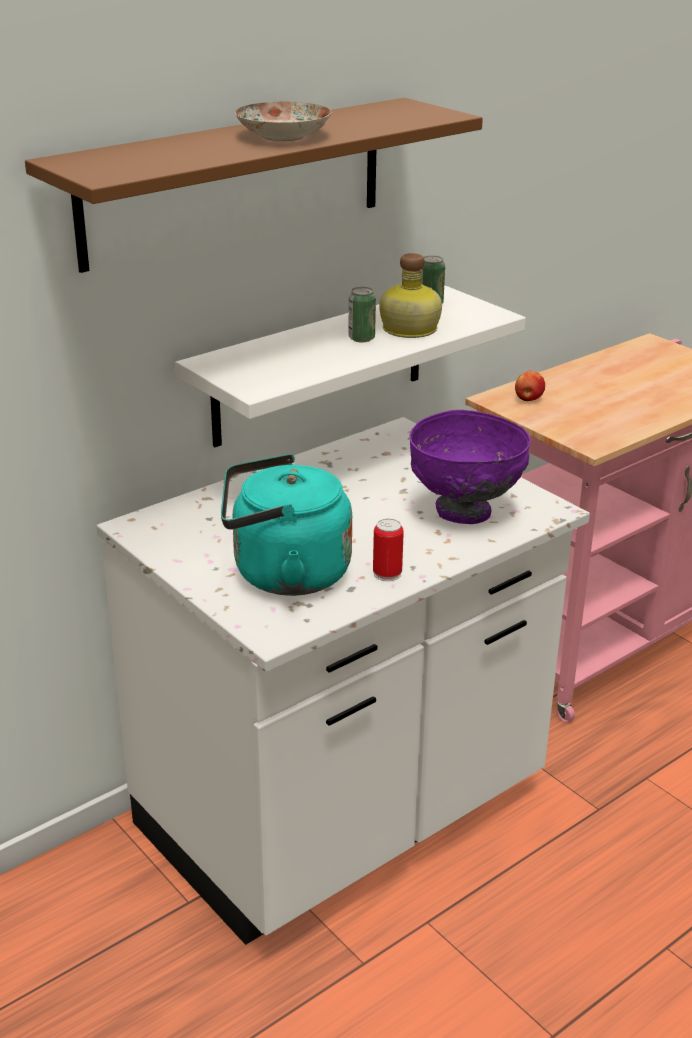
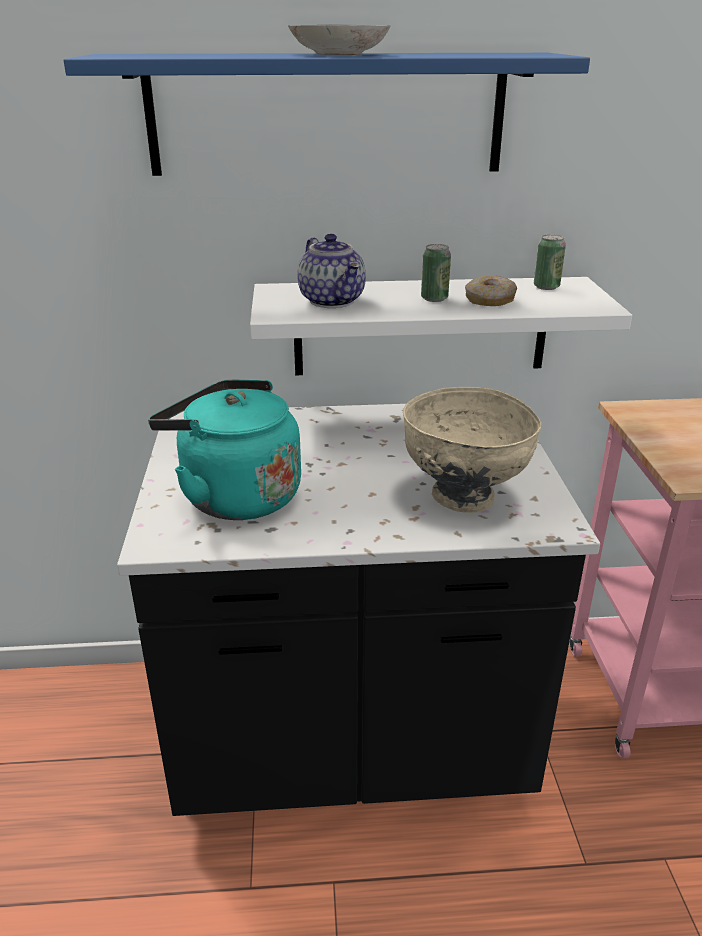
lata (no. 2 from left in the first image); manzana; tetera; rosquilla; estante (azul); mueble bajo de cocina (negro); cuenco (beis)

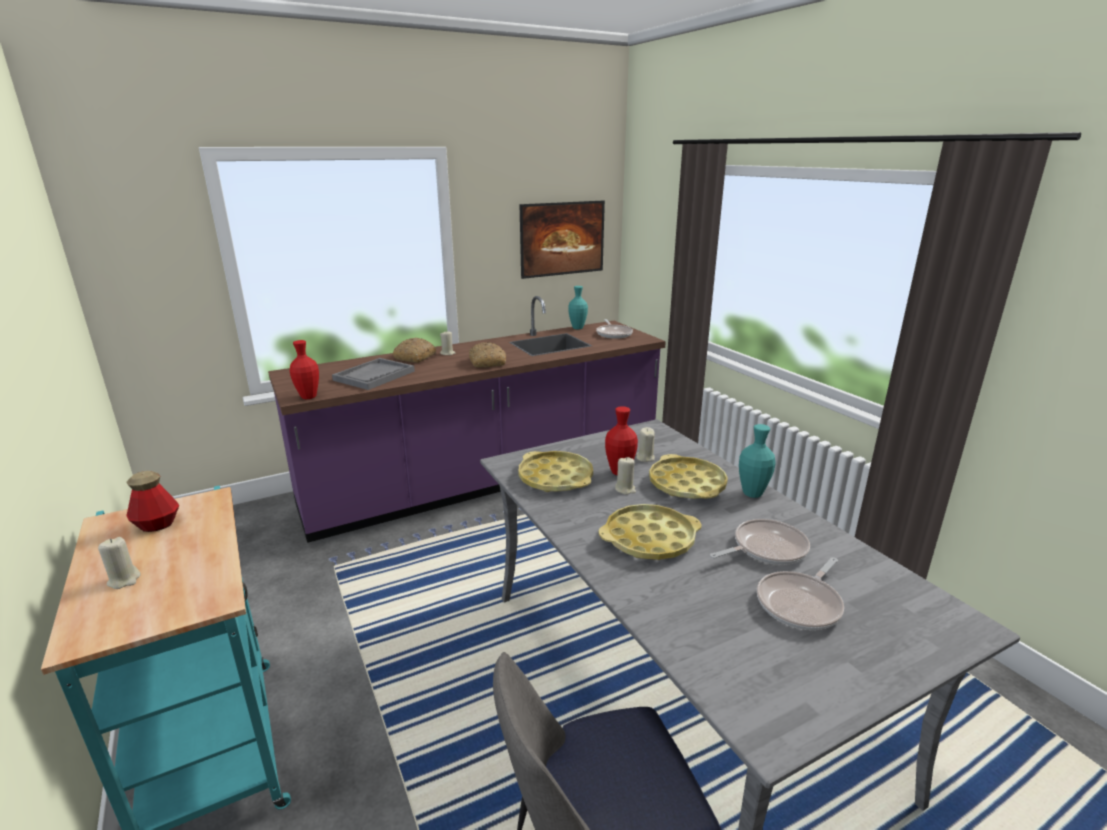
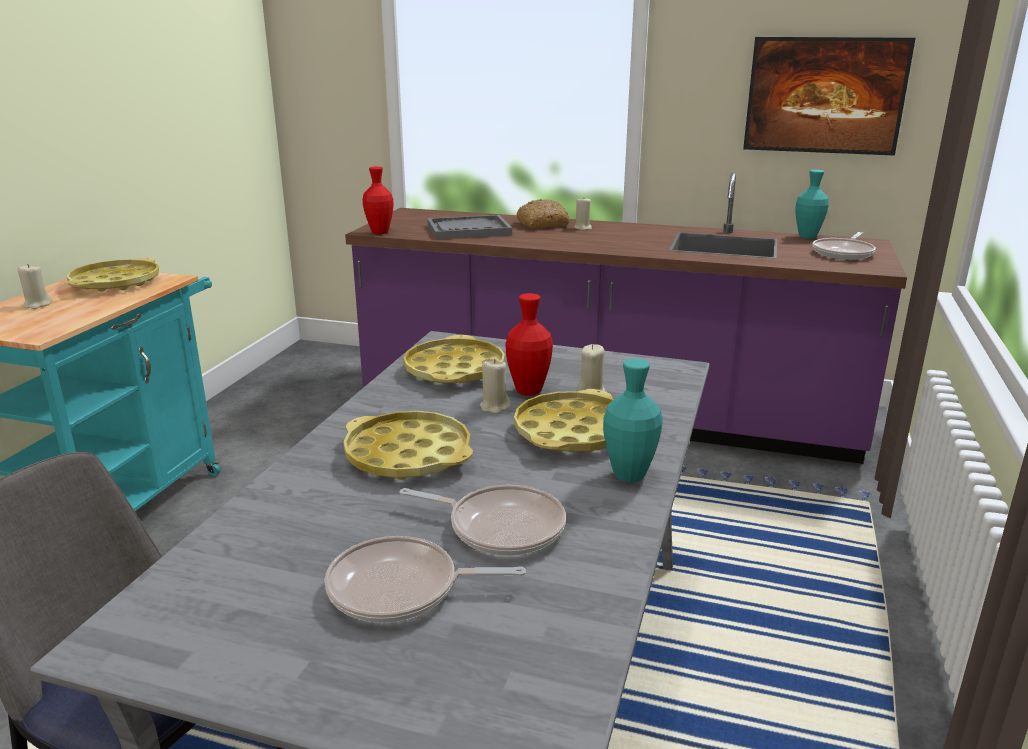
pan (no. 2 from left in the first image); bandeja (amarillo) (no. 1 from left)

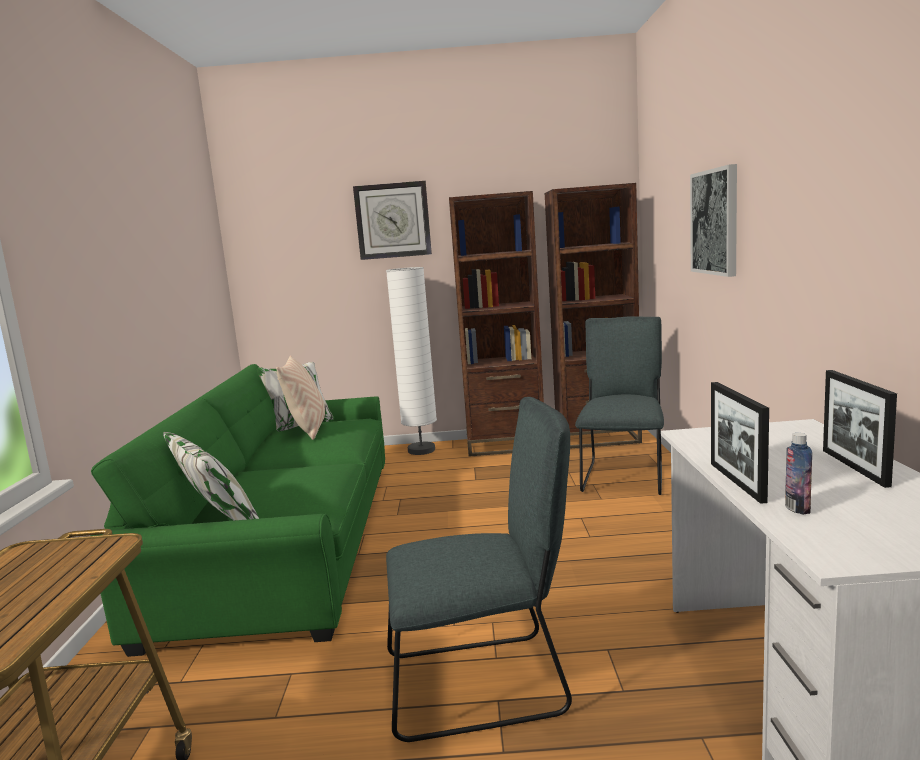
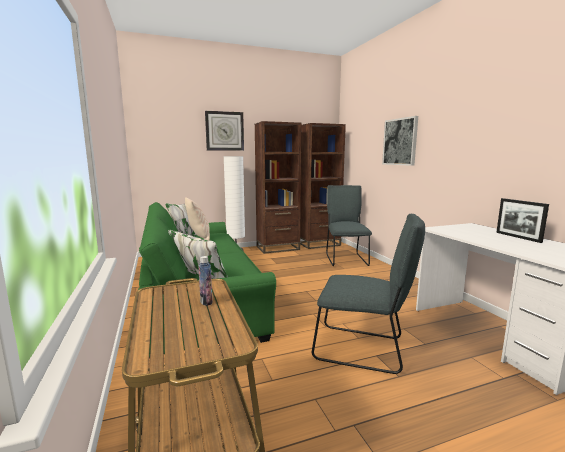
portarretratos (no. 1 from left in the first image); botella; silla (gris) (no. 2 from left)

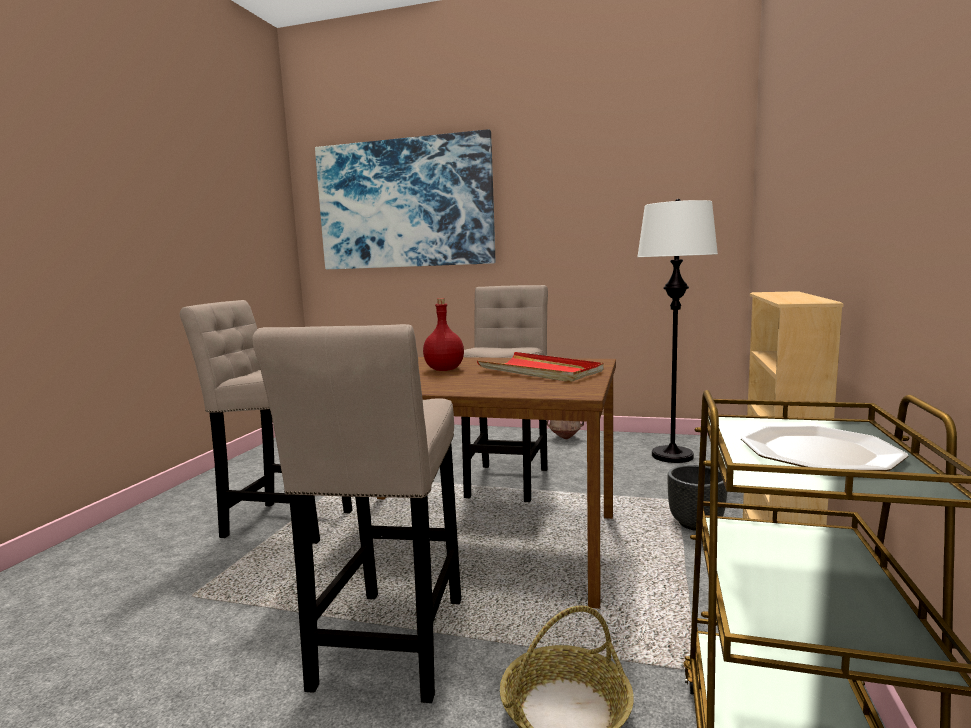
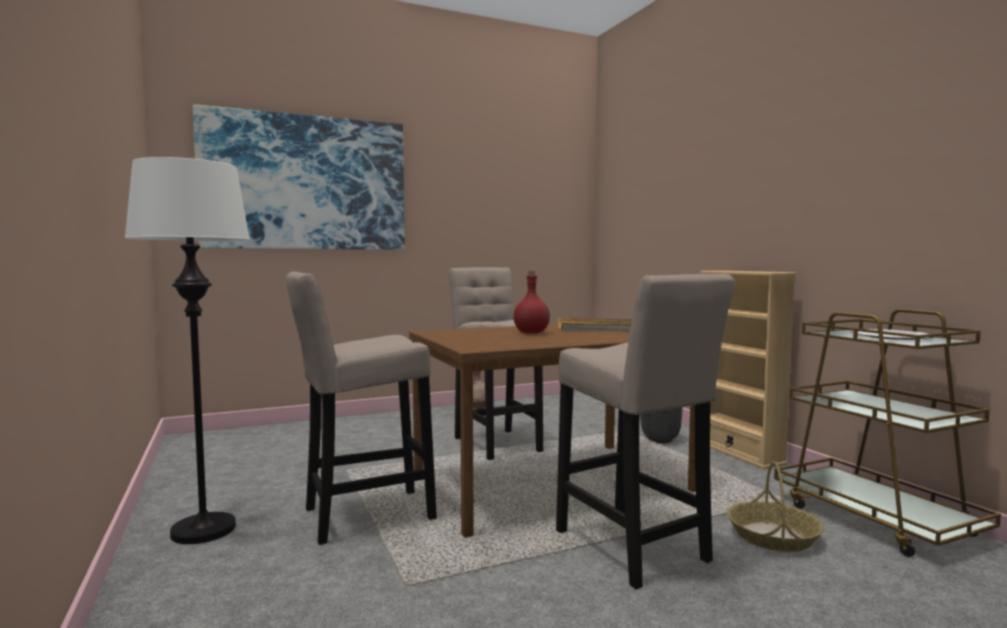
lámpara de pie (blanco); bandeja (beis)

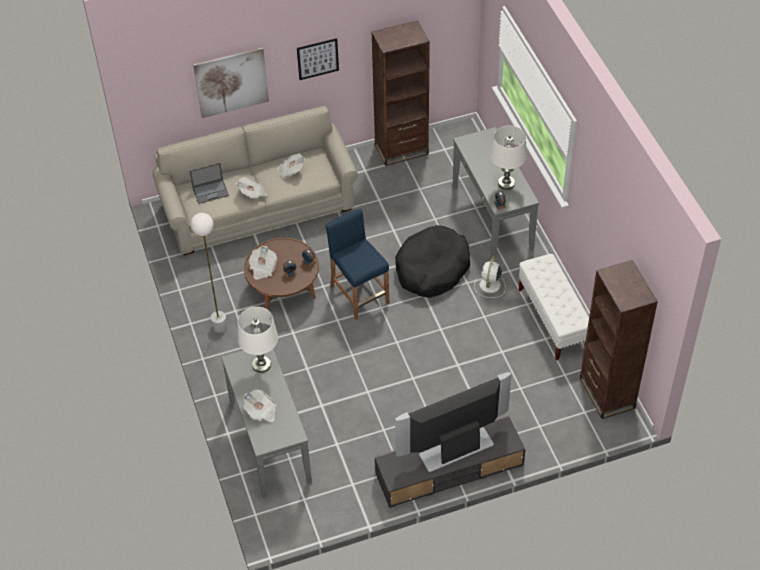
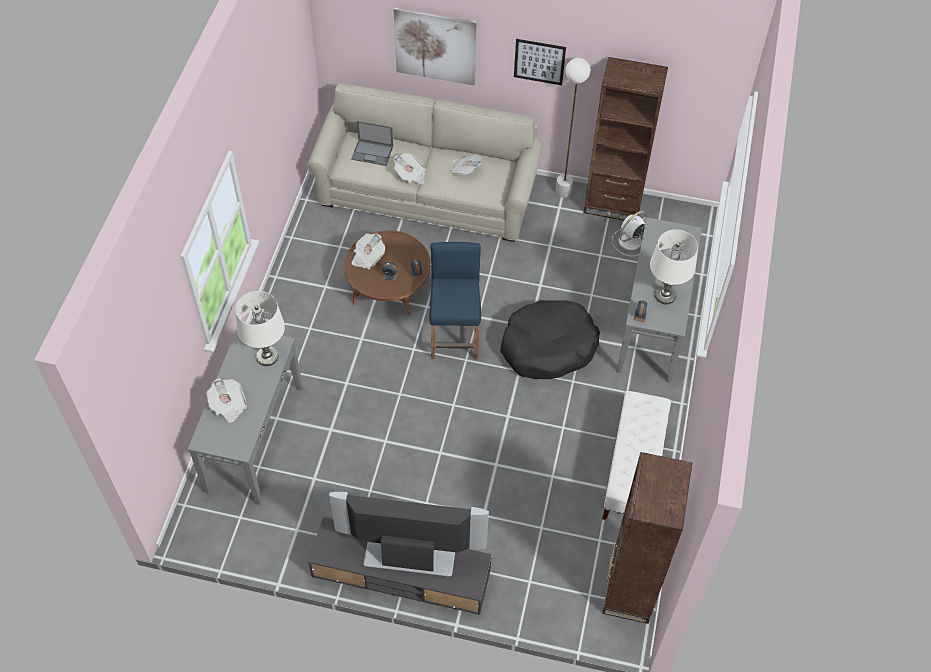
lámpara de pie (blanco); ventilador (blanco)

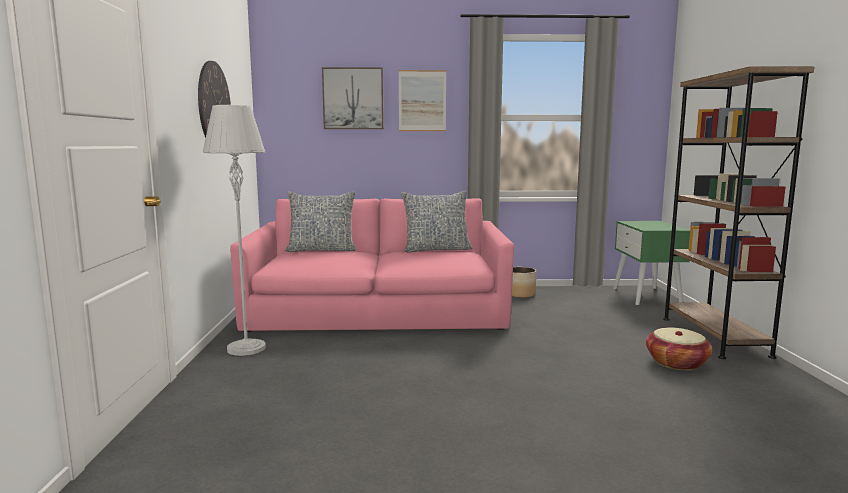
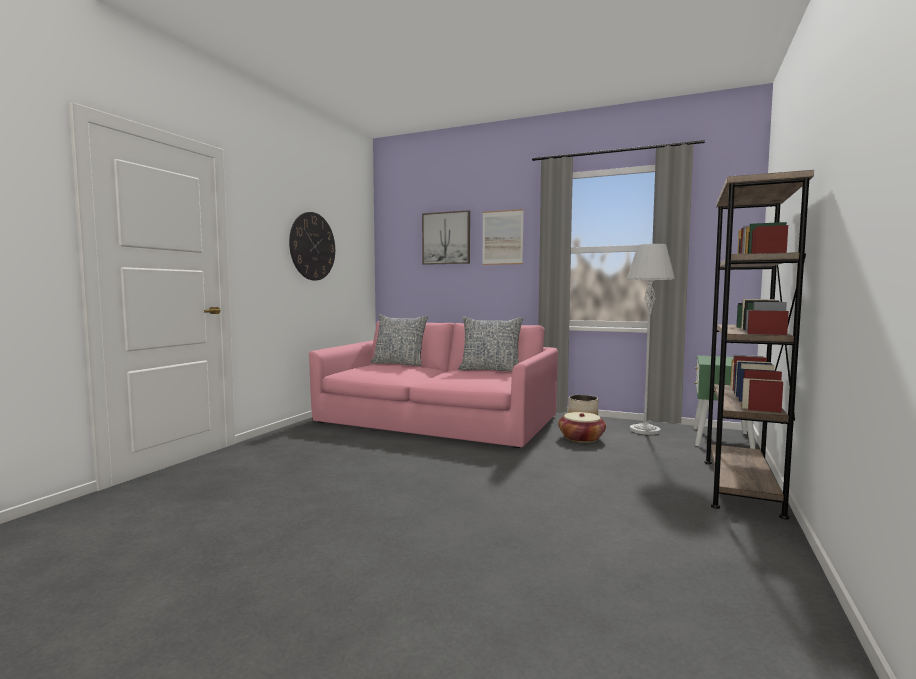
lámpara de pie (gris); cesta

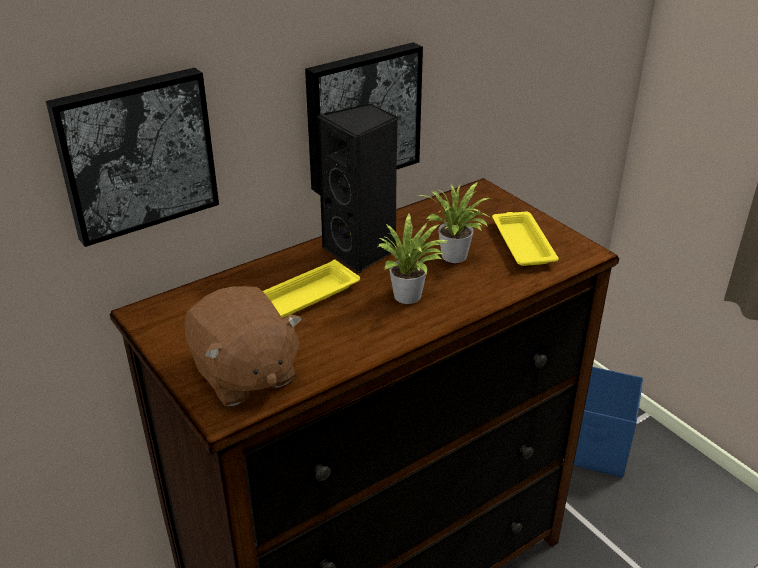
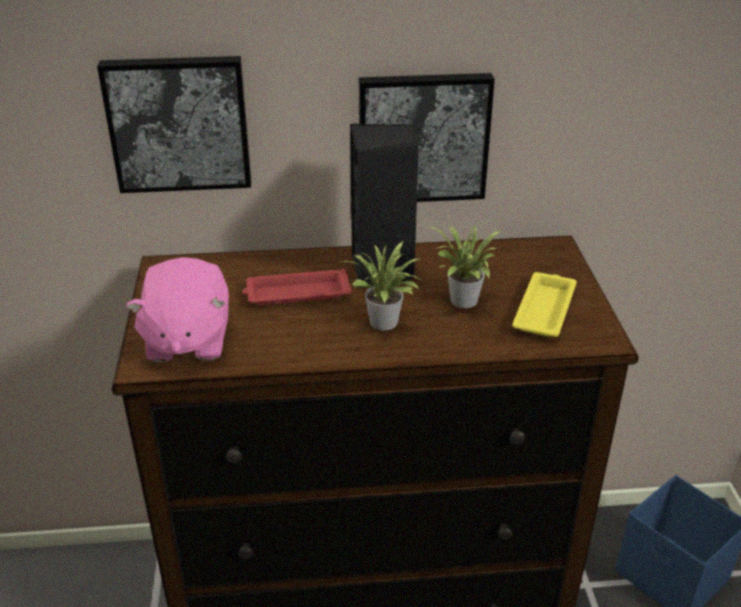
peluche (rosa); bandeja (rojo)

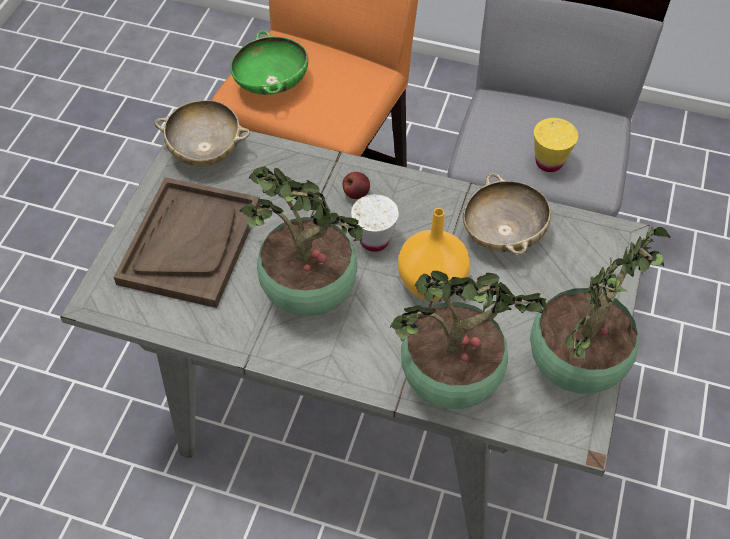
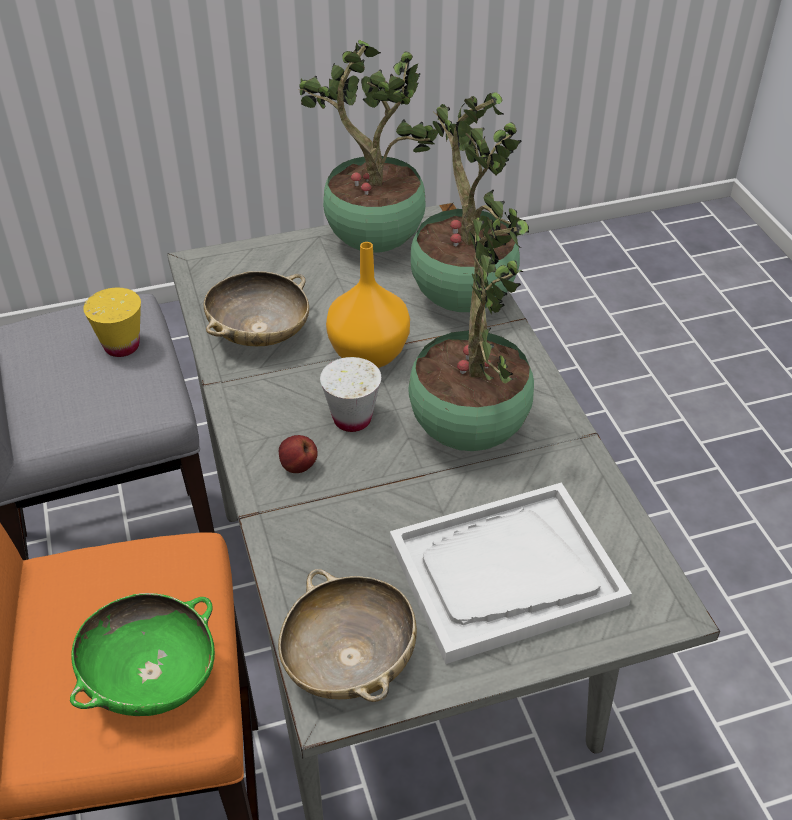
bandeja (blanco)

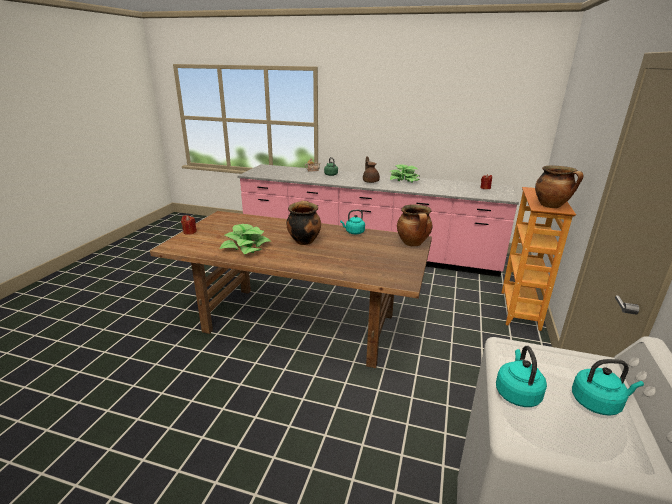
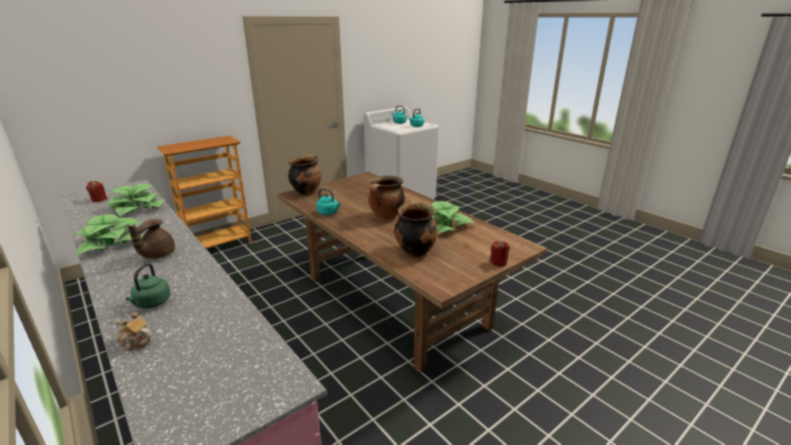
planta en maceta (no. 2 from left); olla (no. 3 from left)

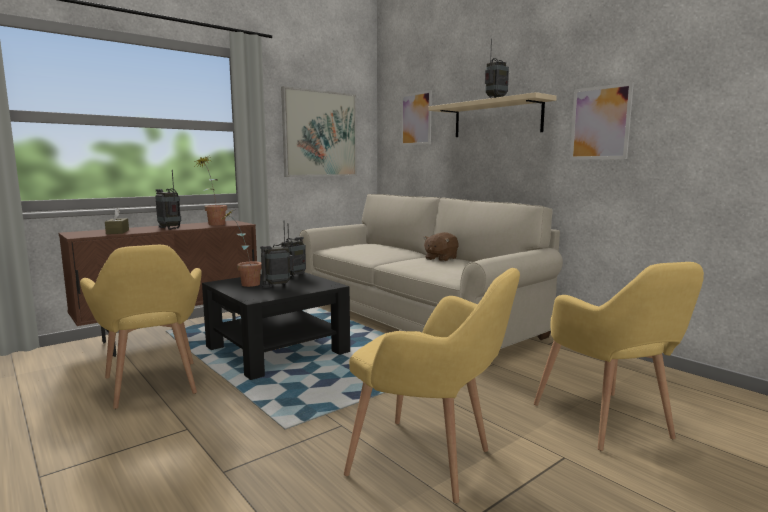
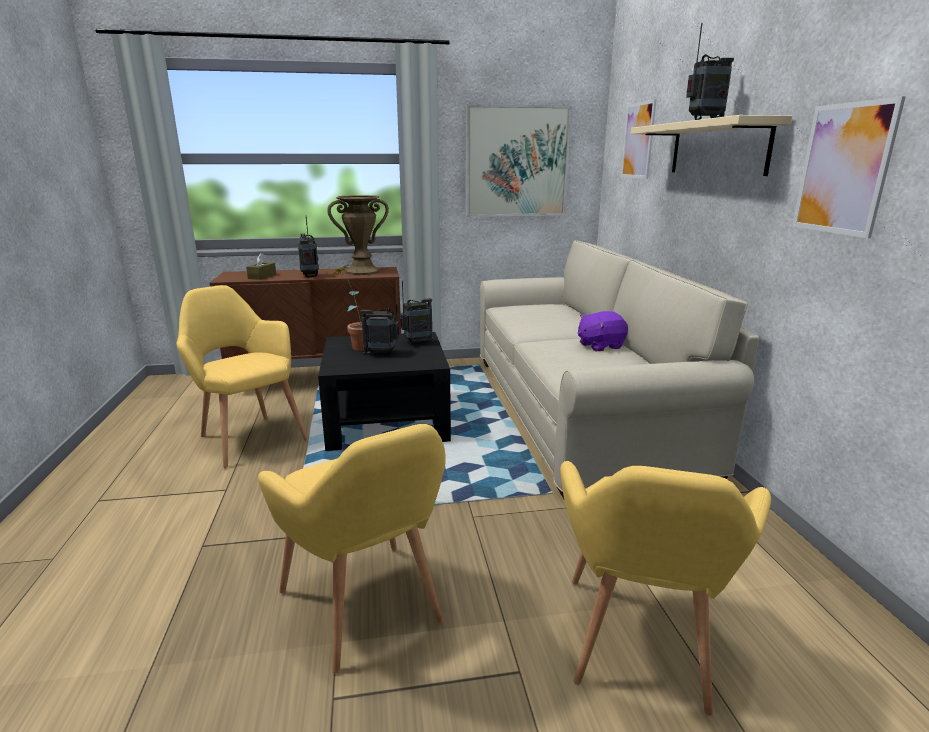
florero (marrón); peluche (morado); sillón (amarillo) (no. 1 from left)

